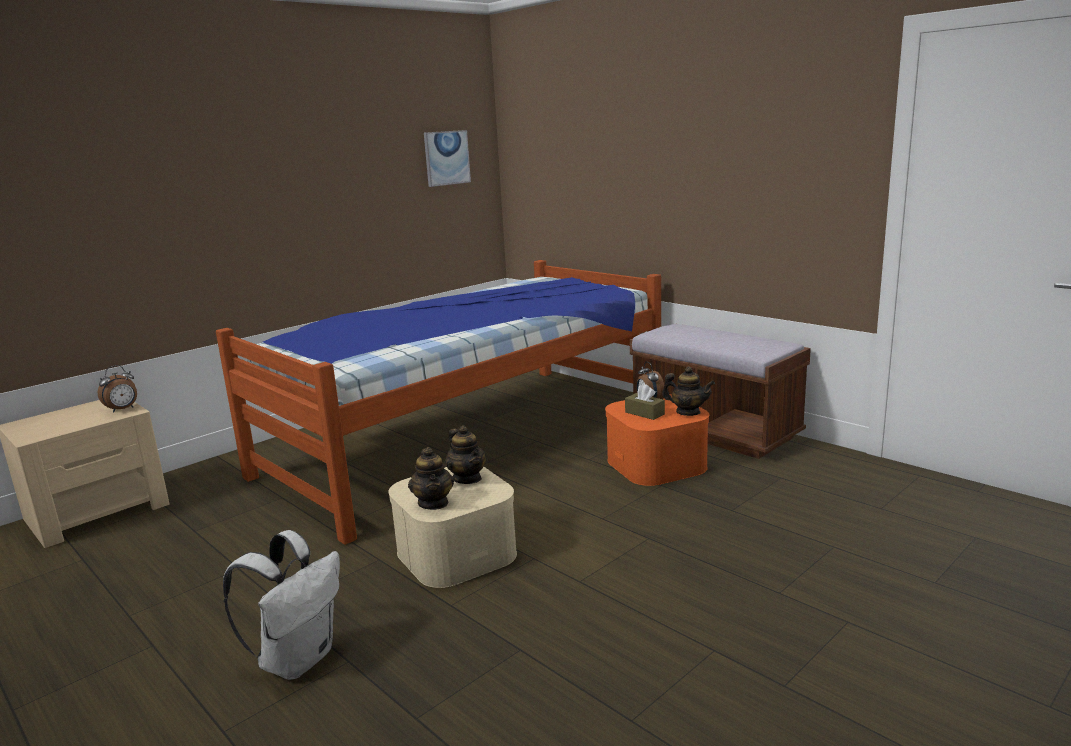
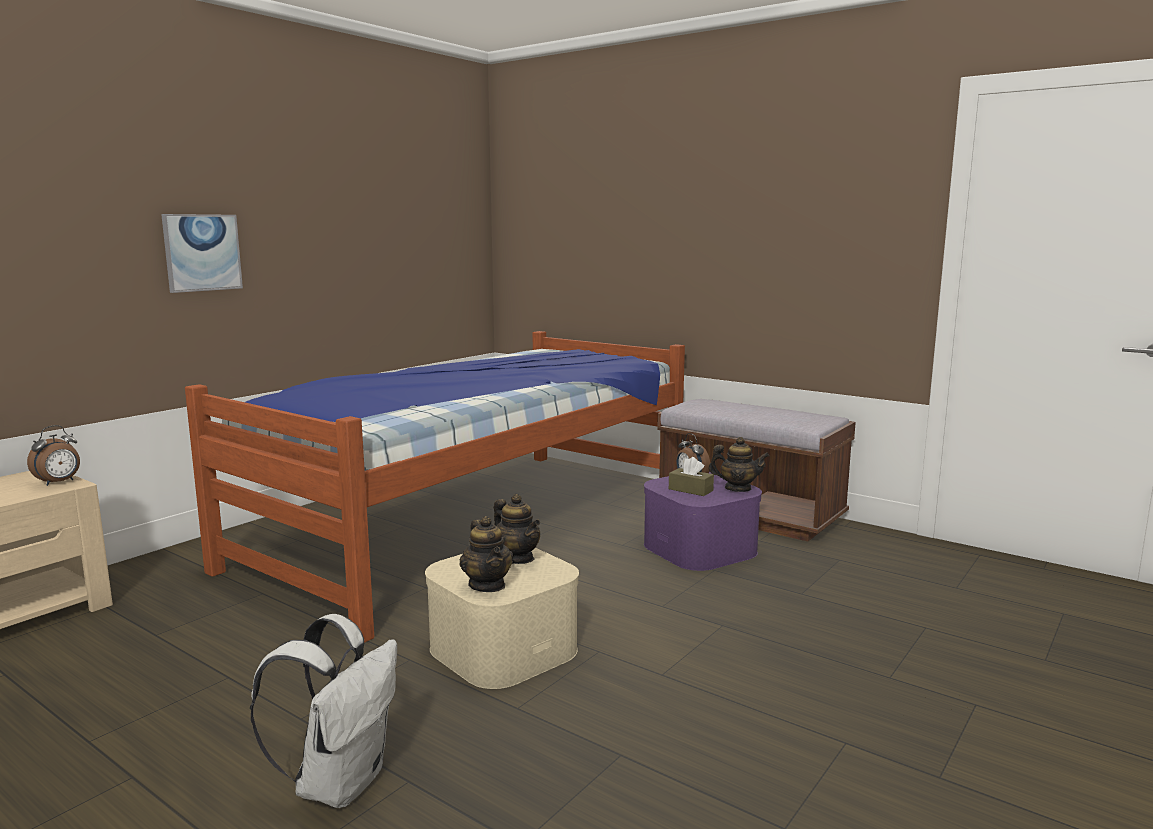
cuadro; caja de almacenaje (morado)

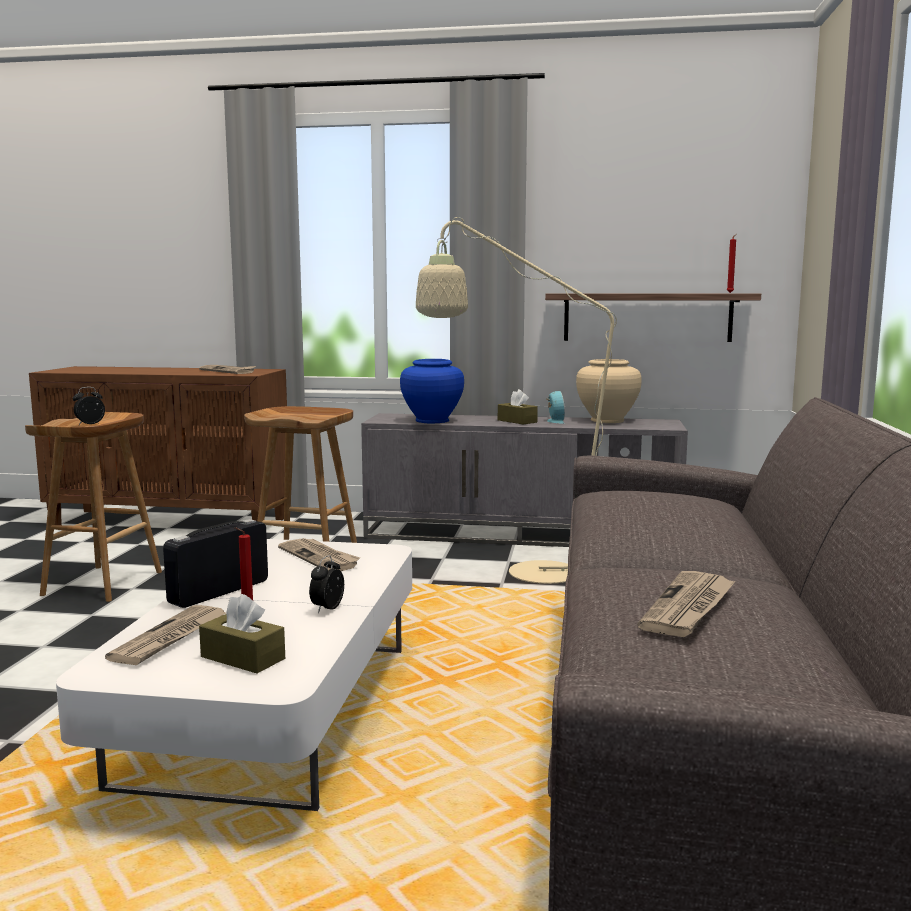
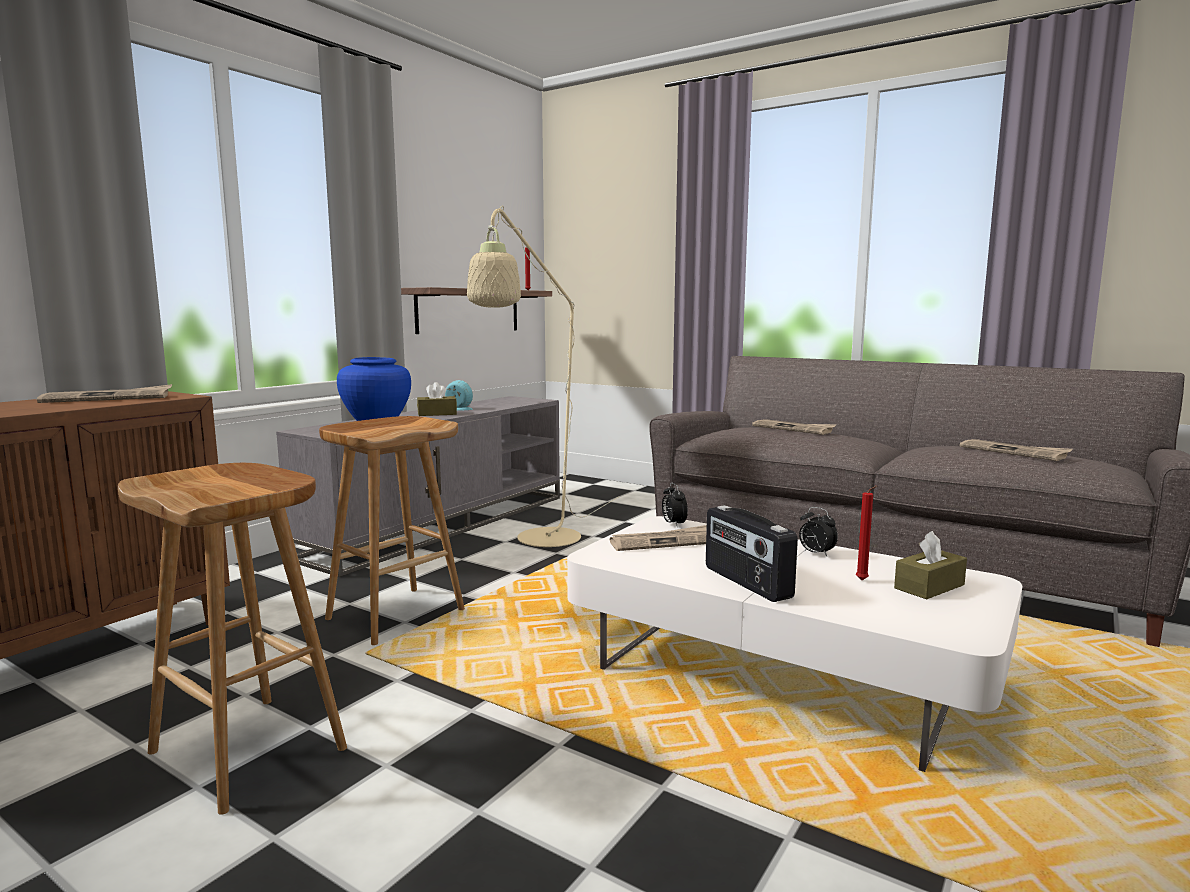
florero (beis); despertador (no. 2 from left); periódico (no. 3 from left)

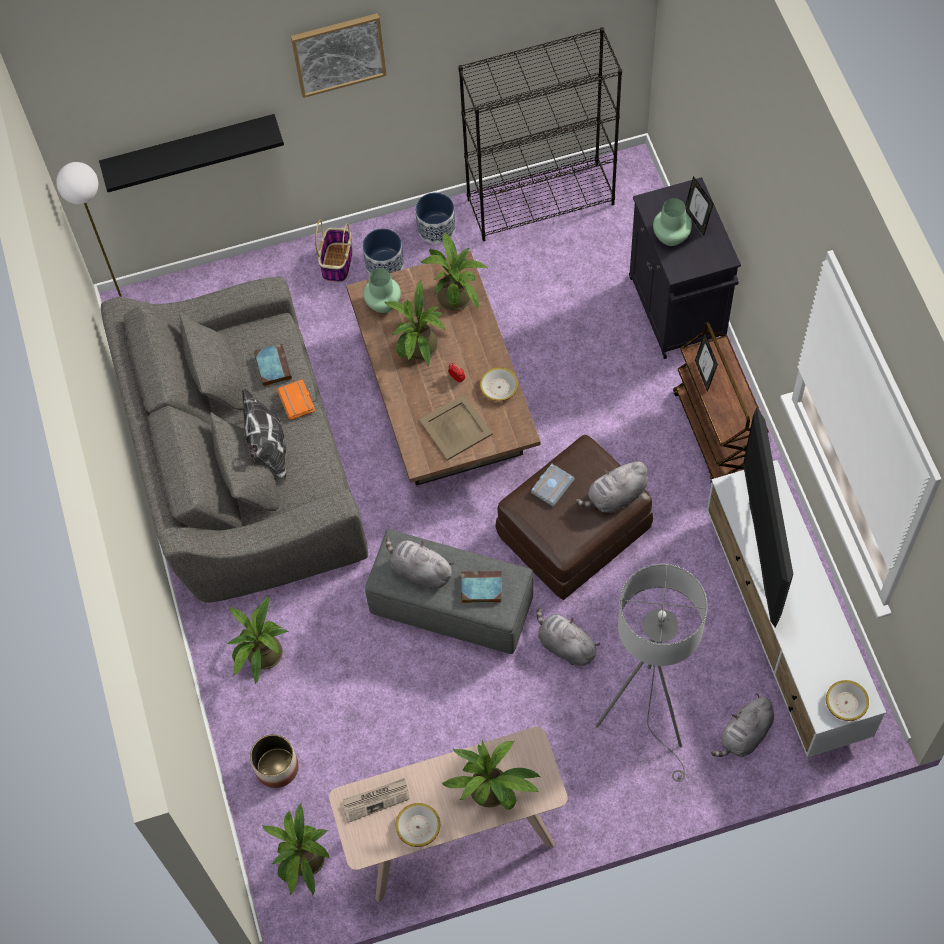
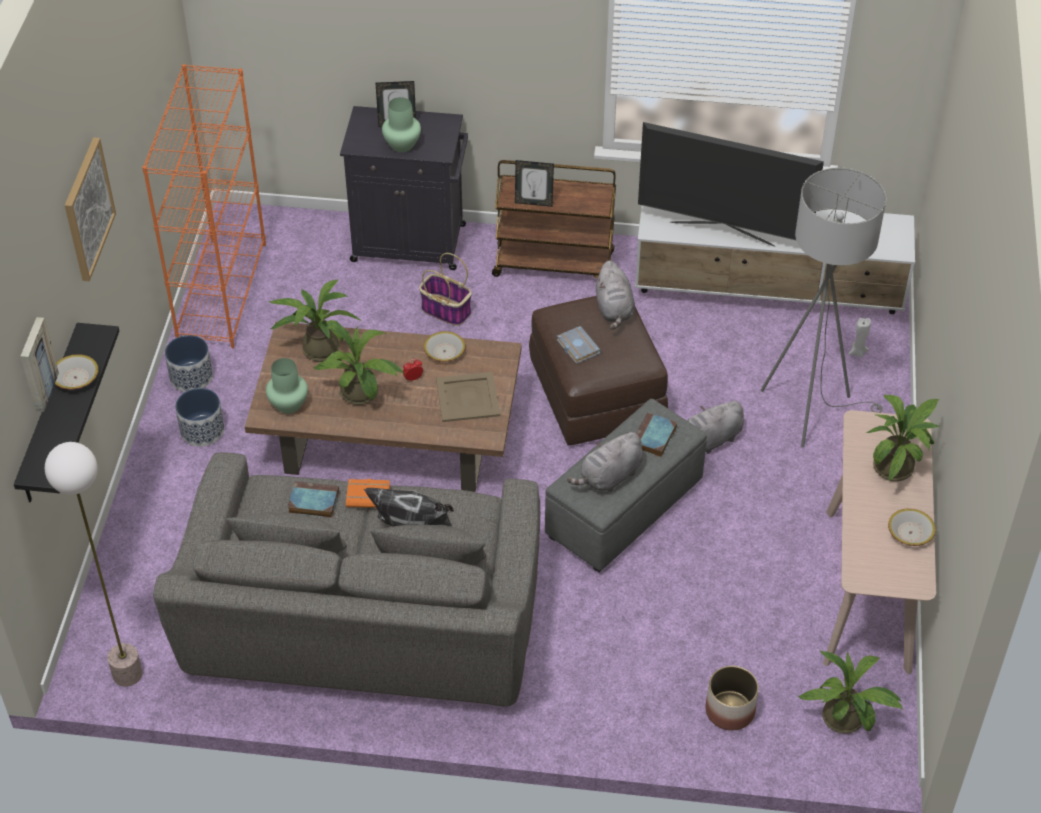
planta en maceta (no. 1 from left in the first image); periódico; cuadro (no. 1 from left); cesta; cuenco (no. 1 from left); vela (blanco); estantería (naranja)

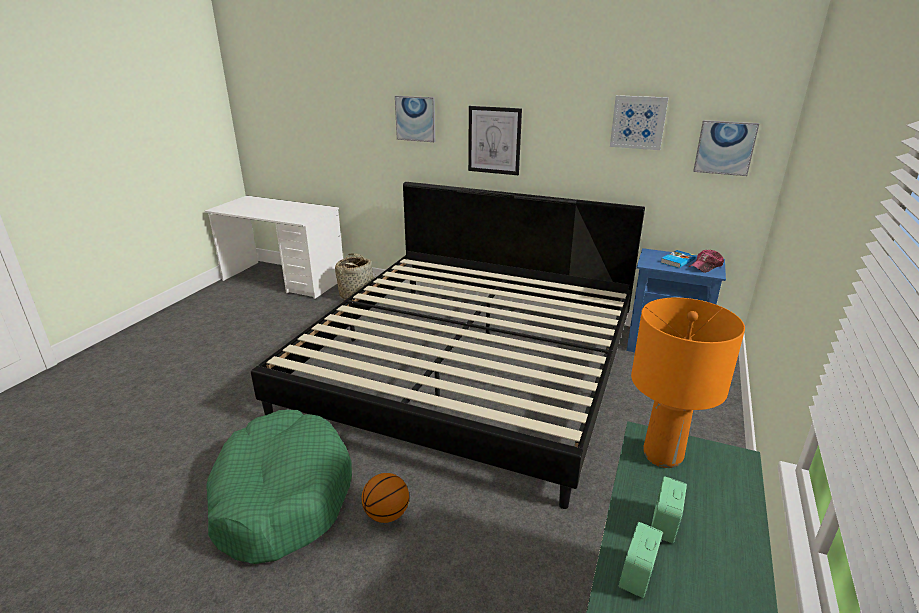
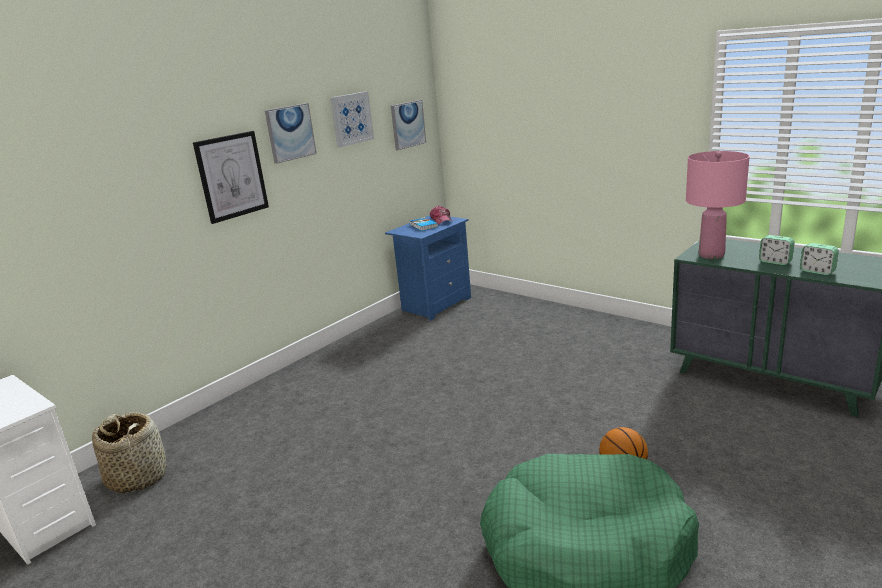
cama; cuadro (no. 2 from left); lámpara de mesa (rosa)

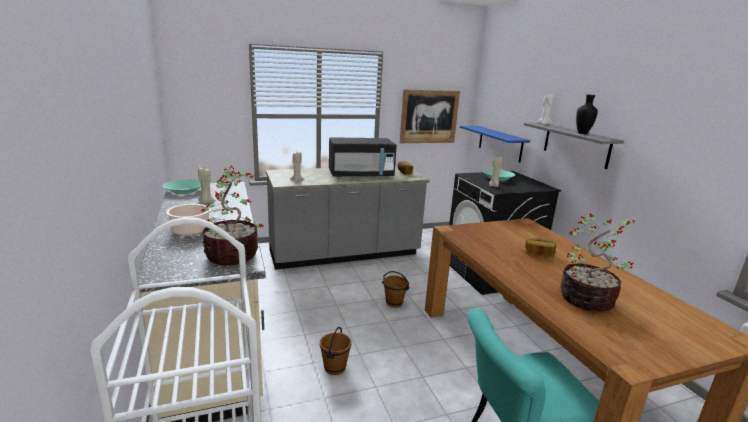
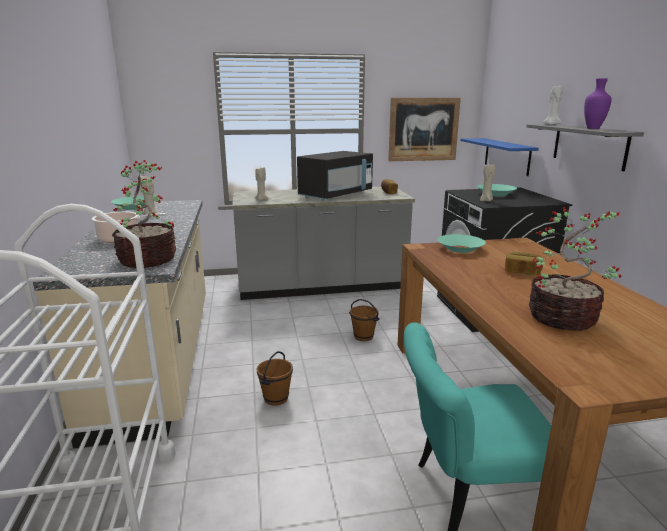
cuenco (turquesa) (no. 2 from left); florero (morado); microondas (negro)

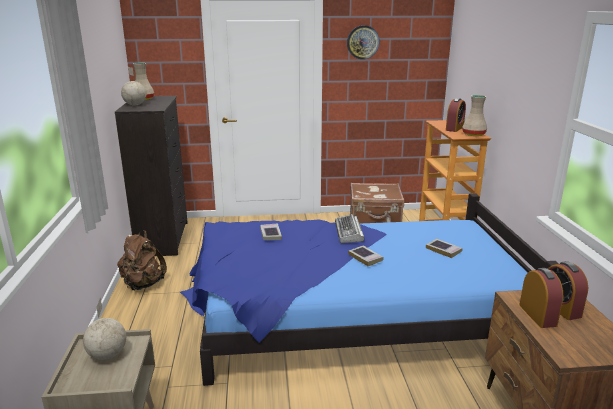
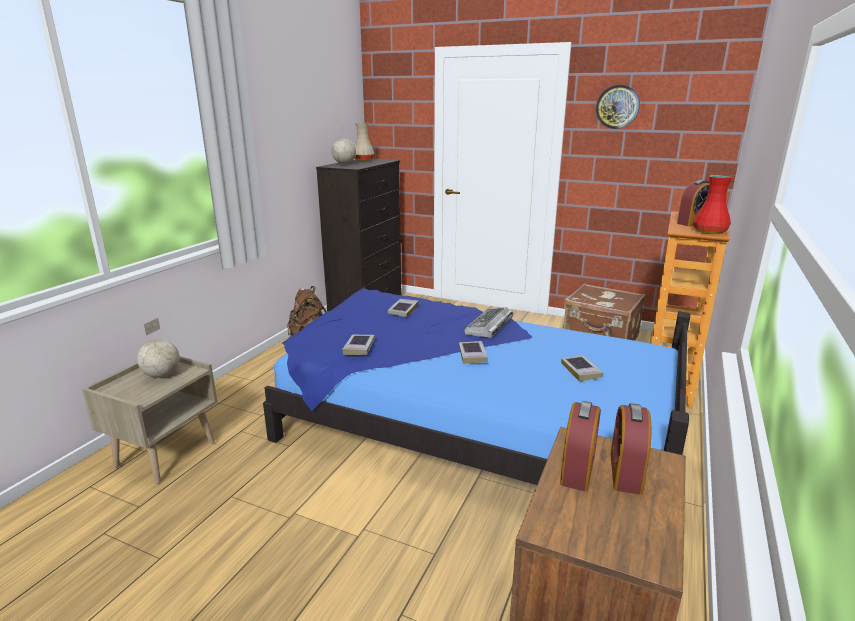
libro (no. 1 from left); florero (rojo)

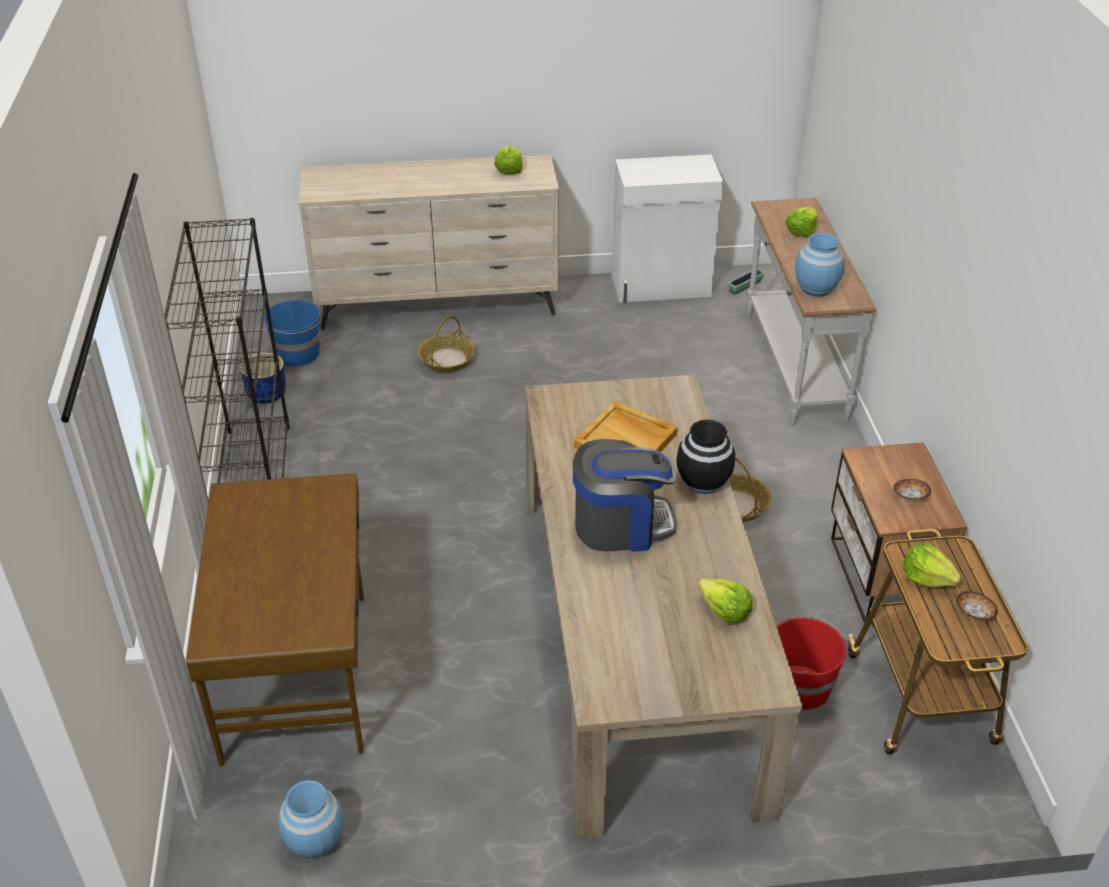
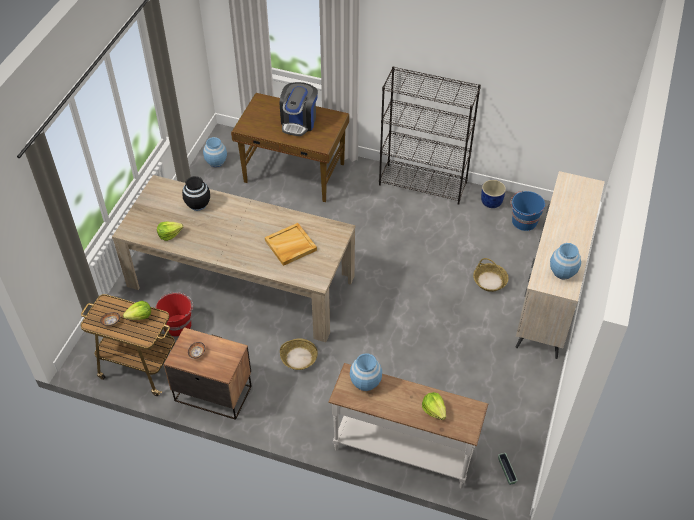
armario (blanco); cafetera; florero (negro); florero (azul) (no. 3 from left)

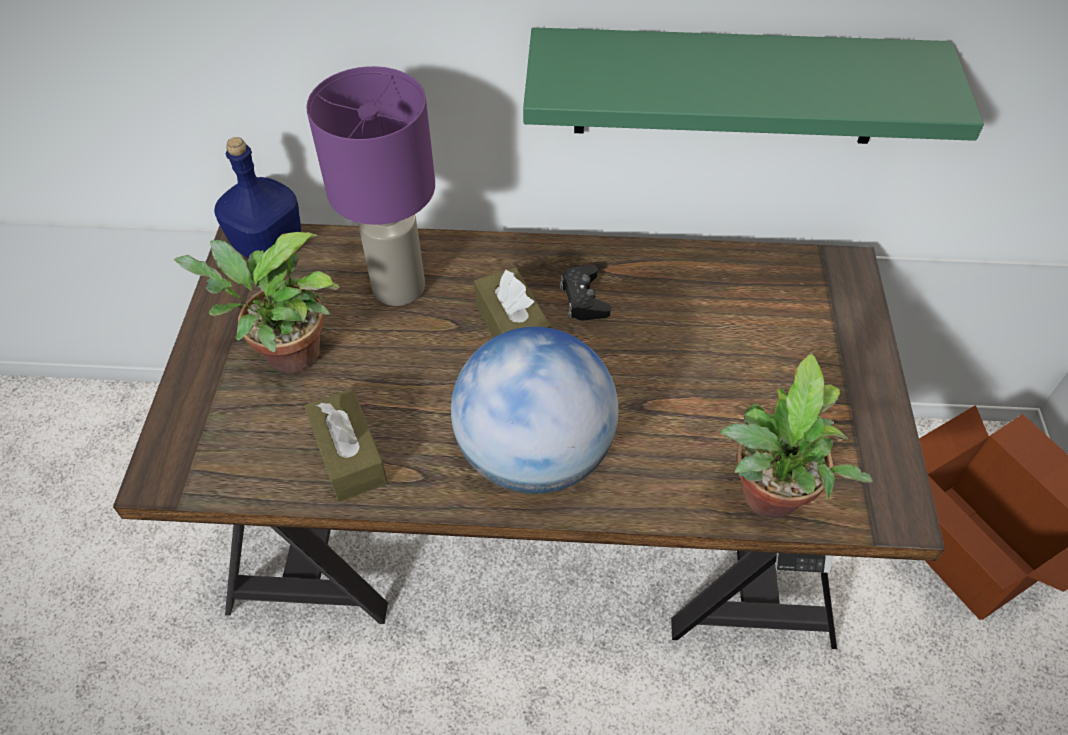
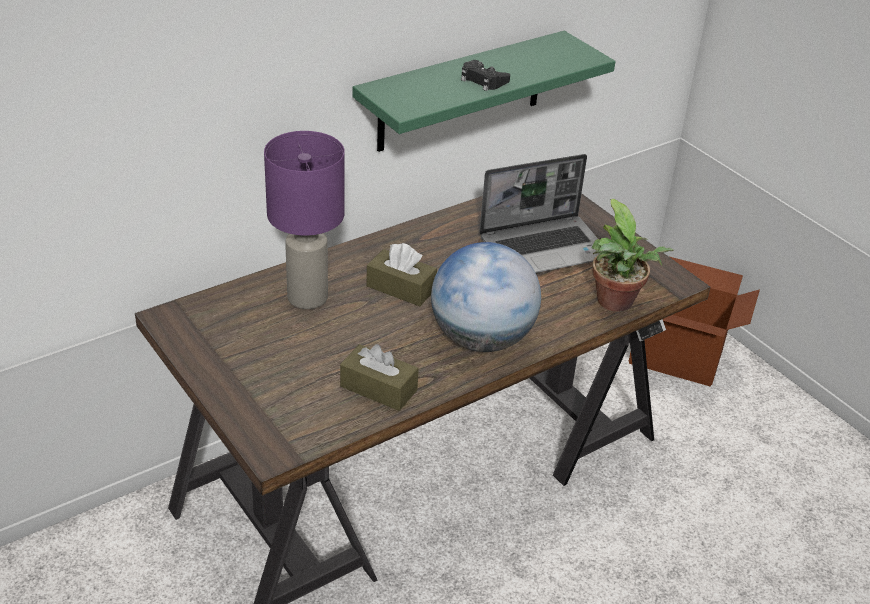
planta en maceta (no. 1 from left in the first image); botella (azul); portátil; mando de consola (negro)

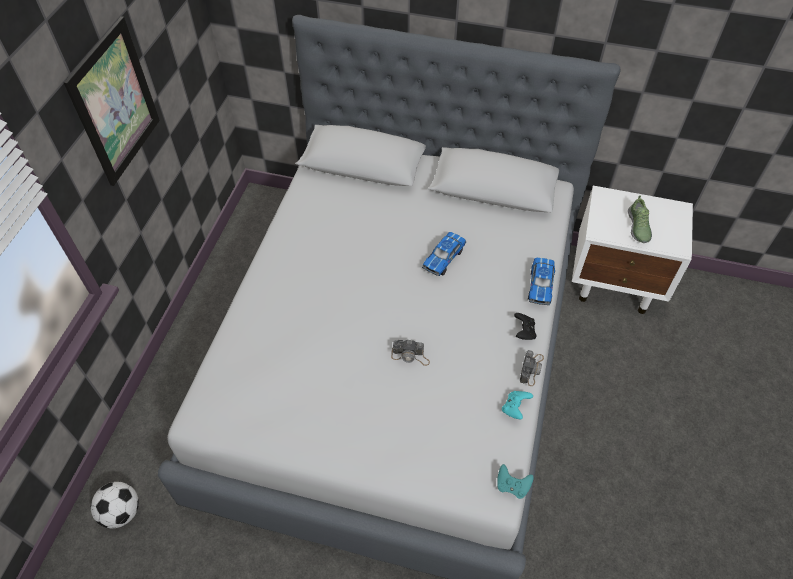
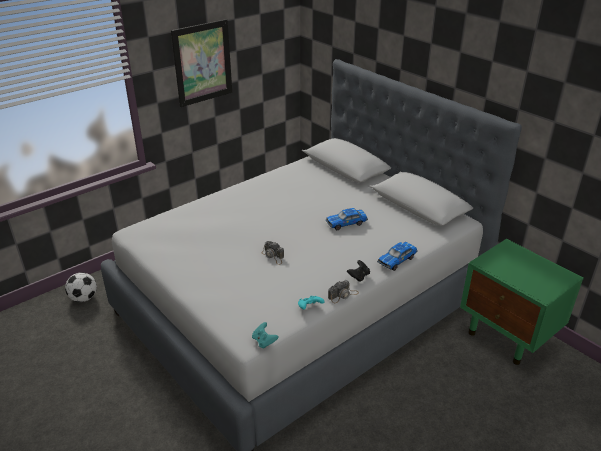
zapato; mesita de noche (verde)

